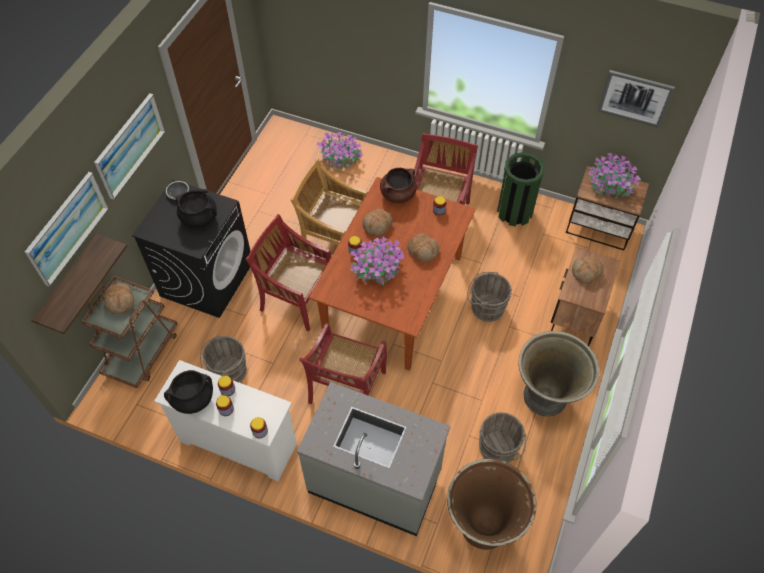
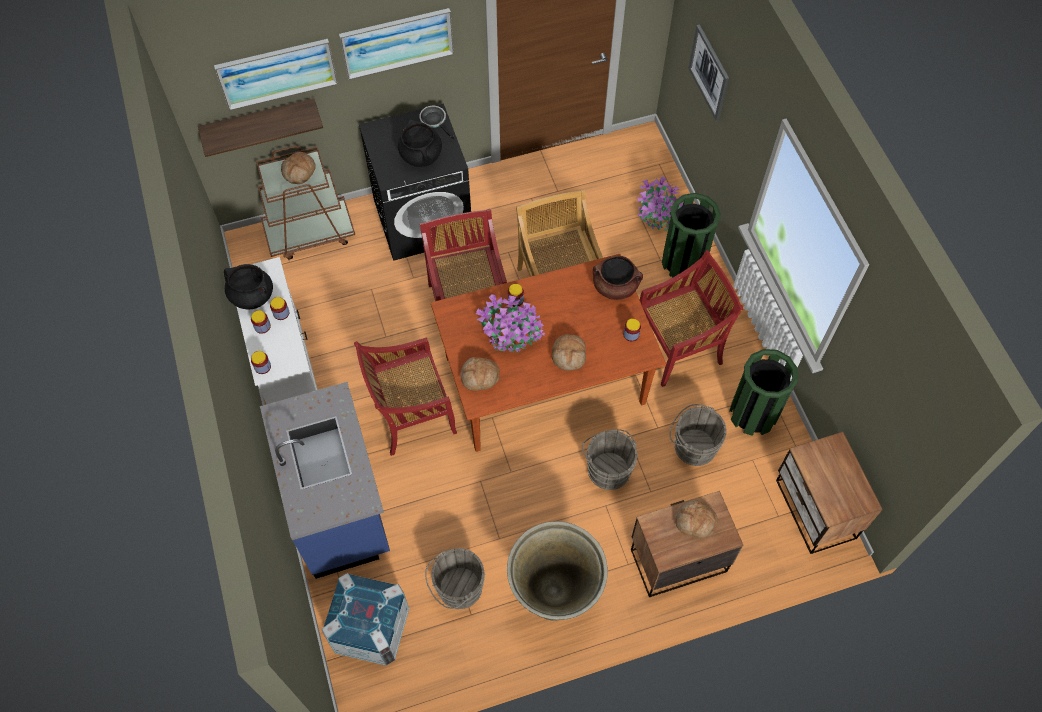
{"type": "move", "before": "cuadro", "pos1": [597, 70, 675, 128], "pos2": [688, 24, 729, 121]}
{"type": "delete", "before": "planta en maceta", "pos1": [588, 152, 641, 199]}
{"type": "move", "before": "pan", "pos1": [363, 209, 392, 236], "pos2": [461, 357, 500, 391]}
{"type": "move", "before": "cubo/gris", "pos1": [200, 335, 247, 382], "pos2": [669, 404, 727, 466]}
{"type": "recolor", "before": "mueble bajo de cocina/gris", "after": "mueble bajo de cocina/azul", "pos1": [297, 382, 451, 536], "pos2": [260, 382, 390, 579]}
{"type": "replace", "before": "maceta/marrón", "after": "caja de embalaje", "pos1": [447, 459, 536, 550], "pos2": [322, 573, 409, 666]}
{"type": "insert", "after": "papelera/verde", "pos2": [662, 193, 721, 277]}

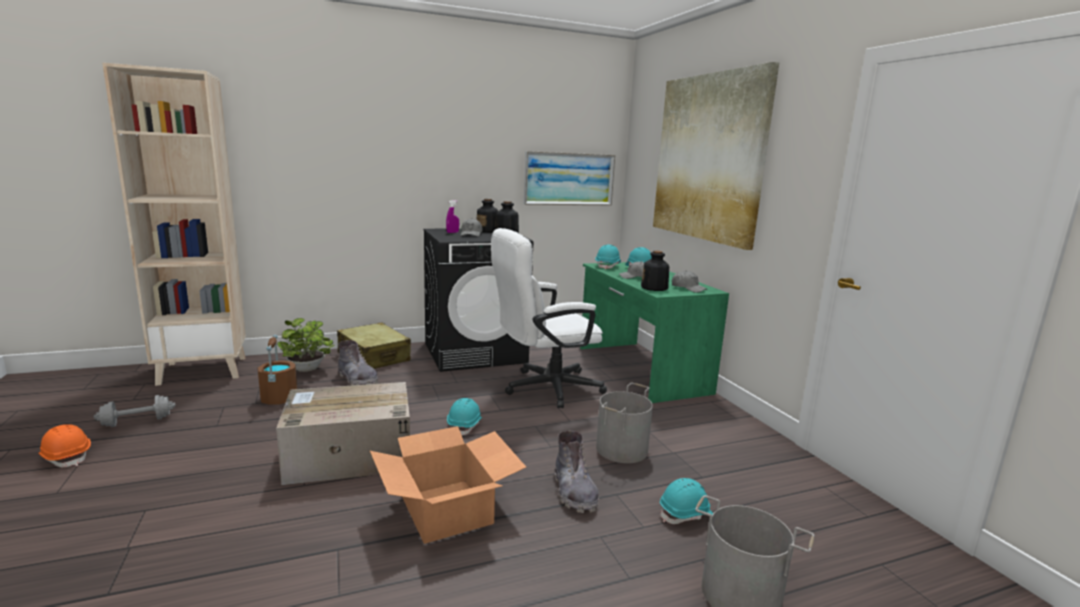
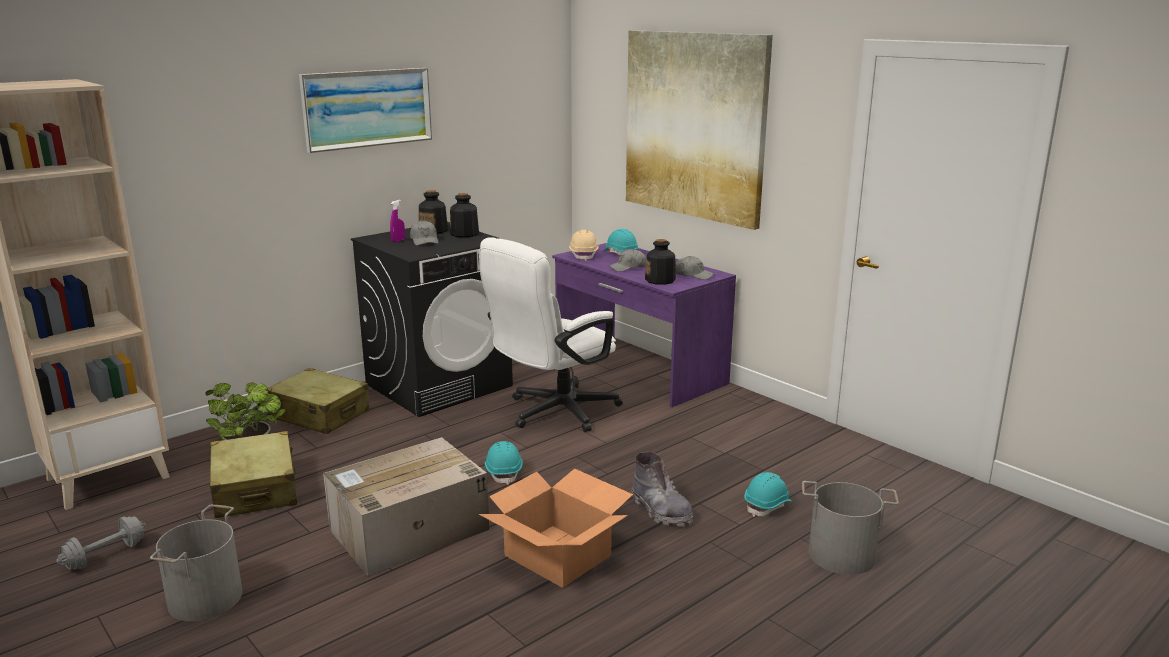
{"type": "move", "before": "cuadro", "pos1": [524, 151, 615, 205], "pos2": [299, 68, 432, 153]}
{"type": "recolor", "before": "casco/turquesa", "after": "casco/beis", "pos1": [595, 244, 621, 270], "pos2": [569, 230, 599, 261]}
{"type": "recolor", "before": "escritorio/verde", "after": "escritorio/morado", "pos1": [580, 262, 729, 403], "pos2": [552, 243, 736, 407]}
{"type": "replace", "before": "cubo/marrón", "after": "maleta/beis", "pos1": [258, 335, 297, 405], "pos2": [210, 431, 298, 518]}
{"type": "delete", "before": "bota/gris", "pos1": [338, 340, 378, 386]}
{"type": "move", "before": "cubo/gris", "pos1": [596, 383, 653, 463], "pos2": [150, 505, 242, 621]}
{"type": "delete", "before": "casco/naranja", "pos1": [38, 424, 91, 467]}

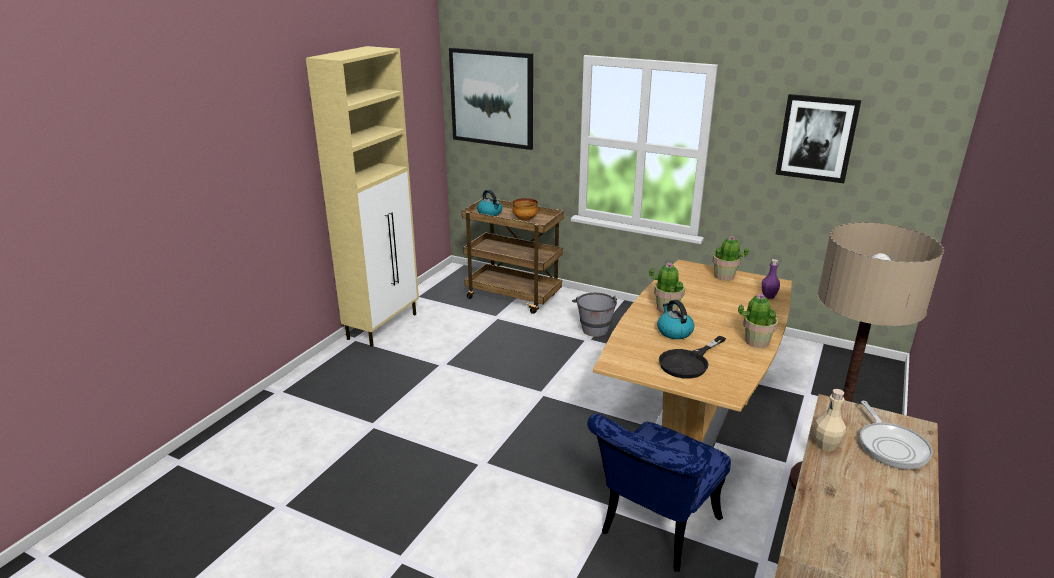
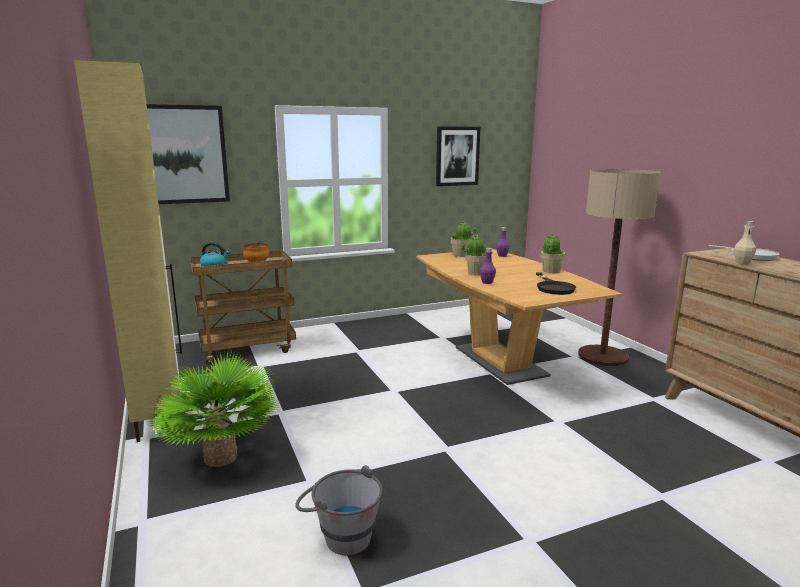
{"type": "move", "before": "cubo/gris", "pos1": [572, 293, 617, 337], "pos2": [295, 465, 383, 555]}
{"type": "delete", "before": "hervidor", "pos1": [657, 300, 694, 339]}
{"type": "delete", "before": "silla/azul", "pos1": [587, 414, 731, 572]}
{"type": "insert", "after": "botella/morado", "pos2": [480, 248, 496, 284]}
{"type": "insert", "after": "planta en maceta", "pos2": [146, 350, 279, 467]}

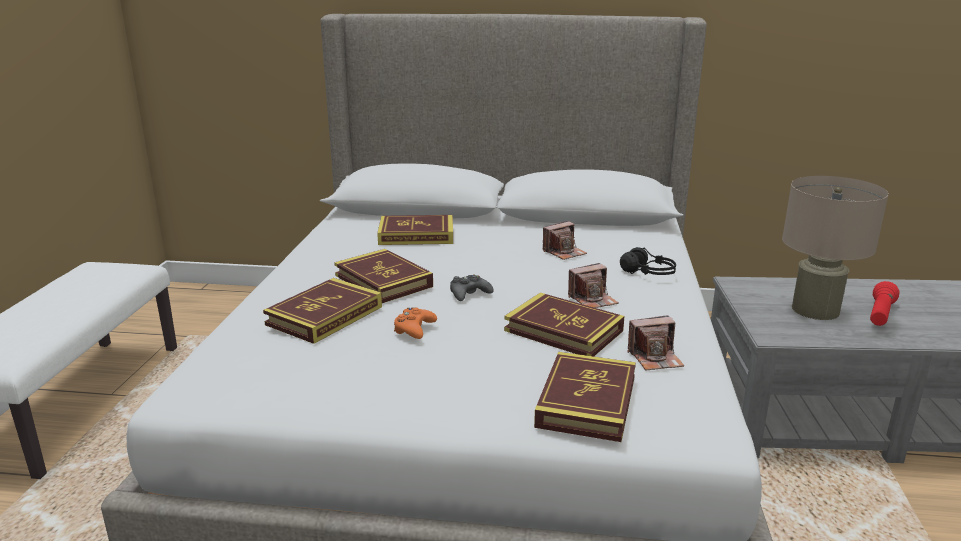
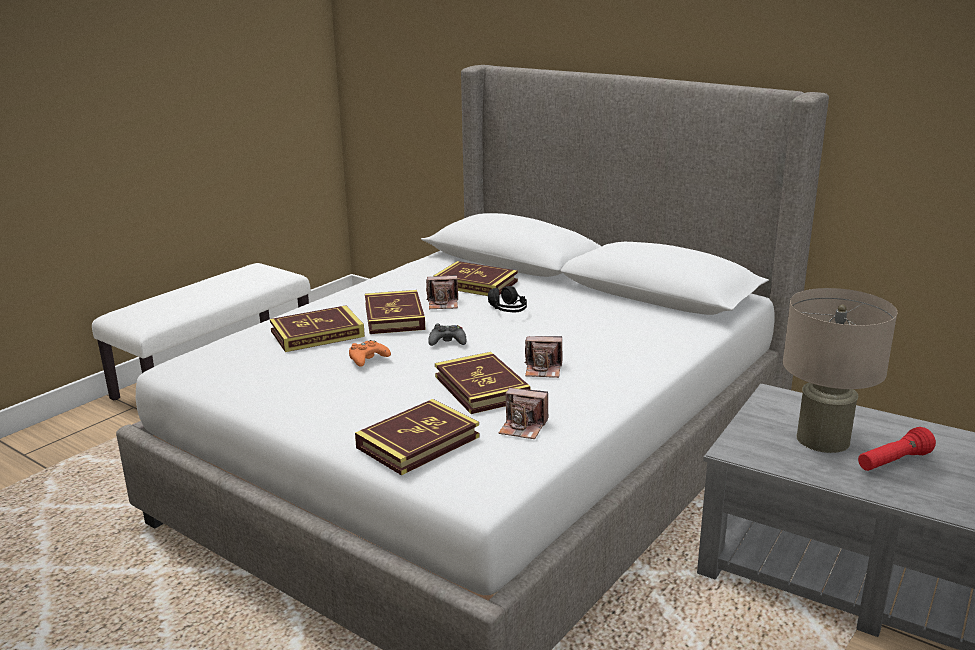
{"type": "move", "before": "cámara", "pos1": [543, 221, 587, 260], "pos2": [426, 275, 458, 309]}
{"type": "move", "before": "auriculares/negro", "pos1": [620, 247, 676, 275], "pos2": [488, 286, 527, 312]}

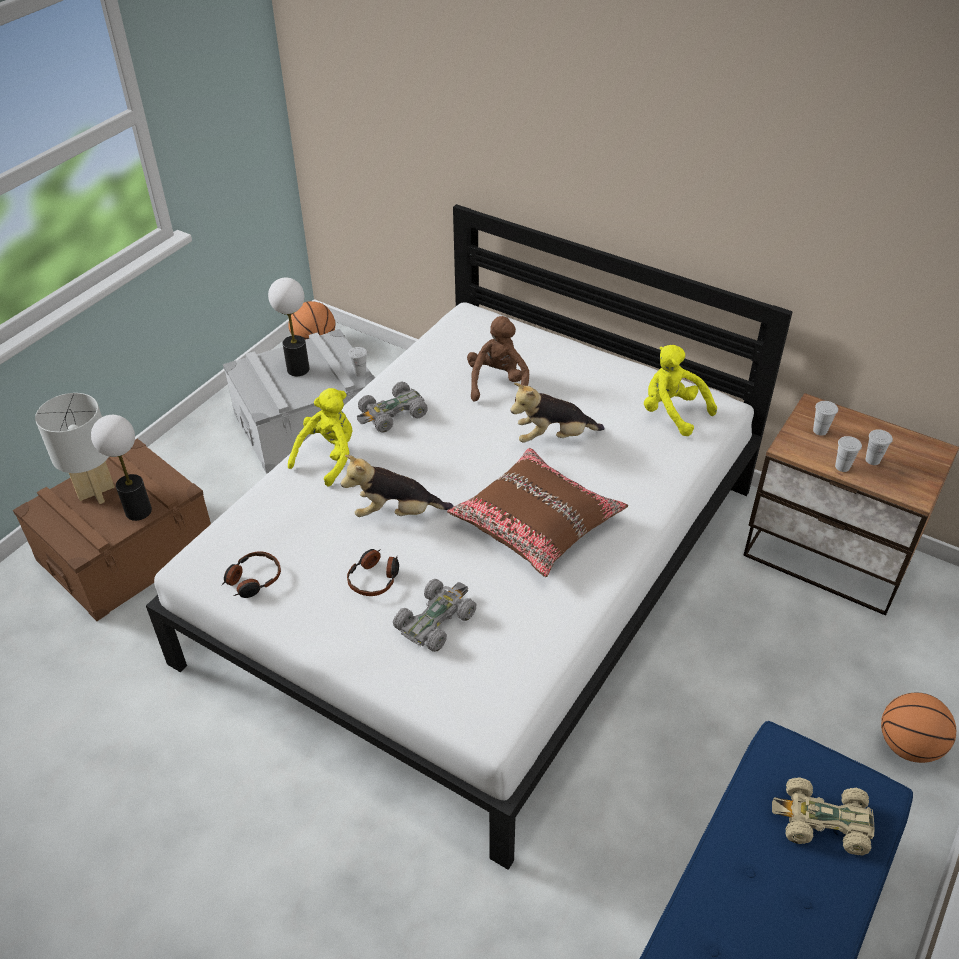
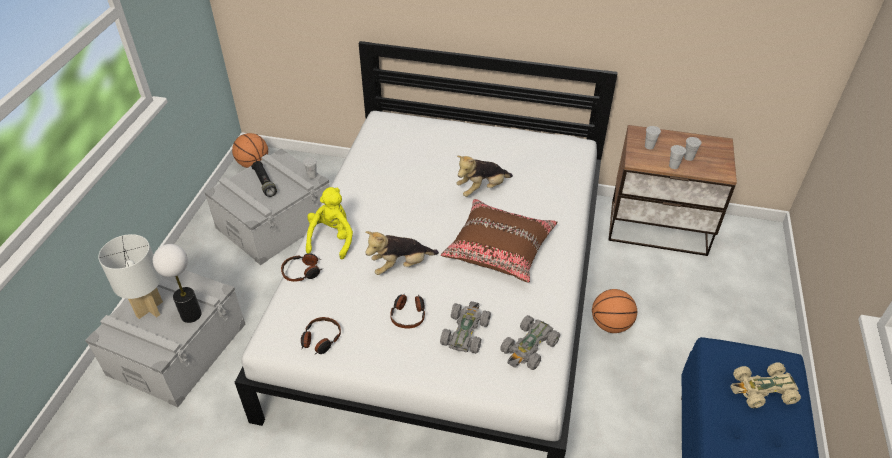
{"type": "replace", "before": "lámpara de mesa", "after": "linterna/negro", "pos1": [268, 277, 310, 376], "pos2": [251, 161, 277, 197]}
{"type": "delete", "before": "peluche/marrón", "pos1": [467, 316, 529, 402]}
{"type": "delete", "before": "peluche/amarillo", "pos1": [644, 345, 717, 436]}
{"type": "move", "before": "coche de juguete/gris", "pos1": [357, 381, 428, 433], "pos2": [500, 315, 561, 370]}
{"type": "recolor", "before": "caja de almacenaje/marrón", "after": "caja de almacenaje/gris", "pos1": [13, 439, 211, 621], "pos2": [85, 270, 245, 407]}
{"type": "move", "before": "balón de baloncesto", "pos1": [881, 693, 956, 763], "pos2": [592, 289, 637, 333]}
{"type": "insert", "after": "auriculares", "pos2": [281, 253, 322, 282]}

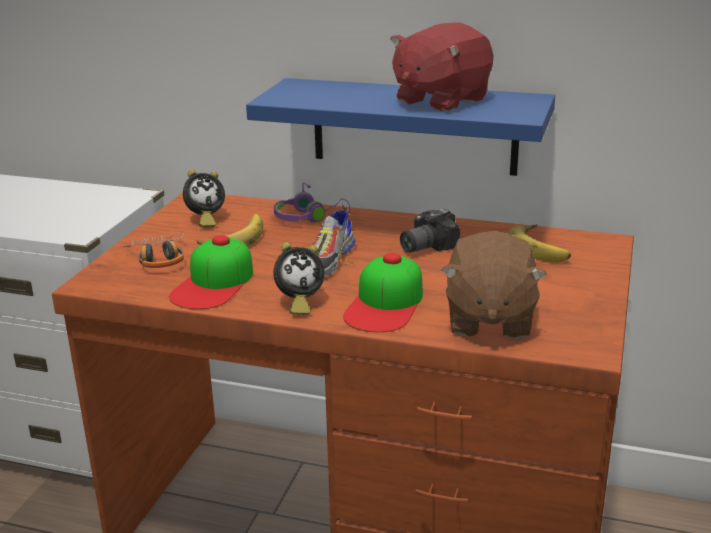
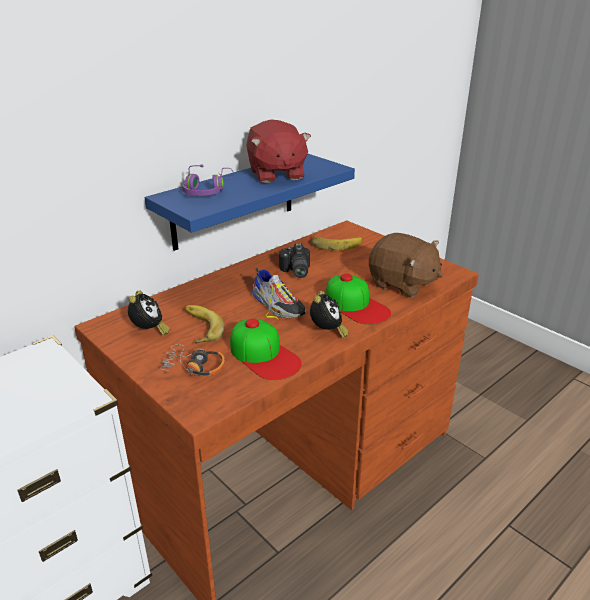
{"type": "move", "before": "auriculares/morado", "pos1": [274, 183, 350, 222], "pos2": [182, 164, 234, 196]}

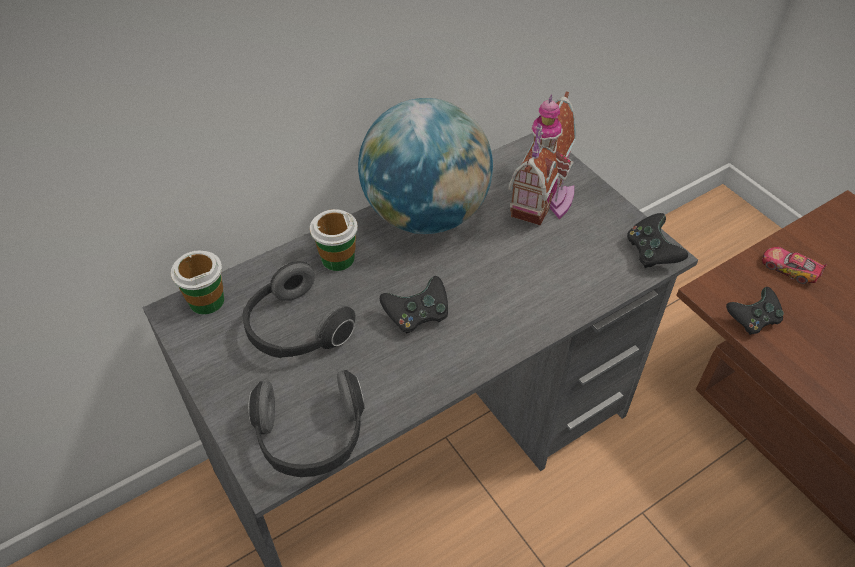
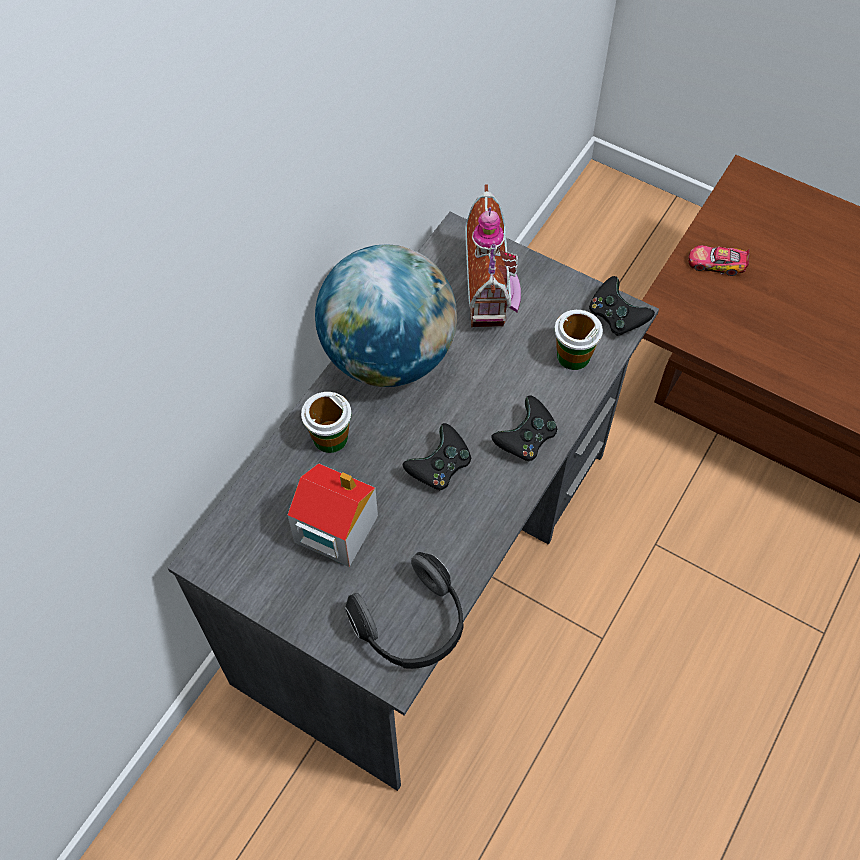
{"type": "move", "before": "taza", "pos1": [171, 251, 224, 315], "pos2": [555, 310, 603, 370]}
{"type": "replace", "before": "auriculares", "after": "casita", "pos1": [243, 261, 356, 358], "pos2": [288, 463, 378, 567]}
{"type": "move", "before": "mando de consola/negro", "pos1": [726, 287, 784, 335], "pos2": [491, 396, 557, 461]}

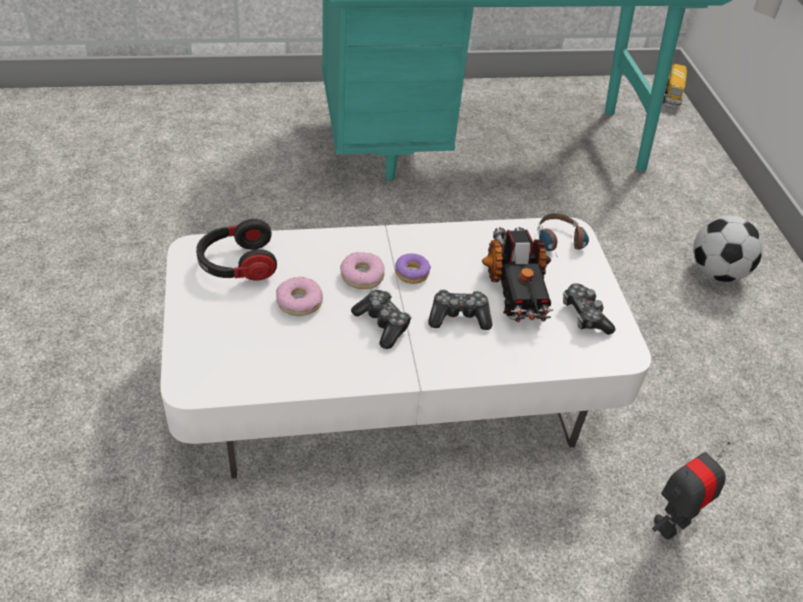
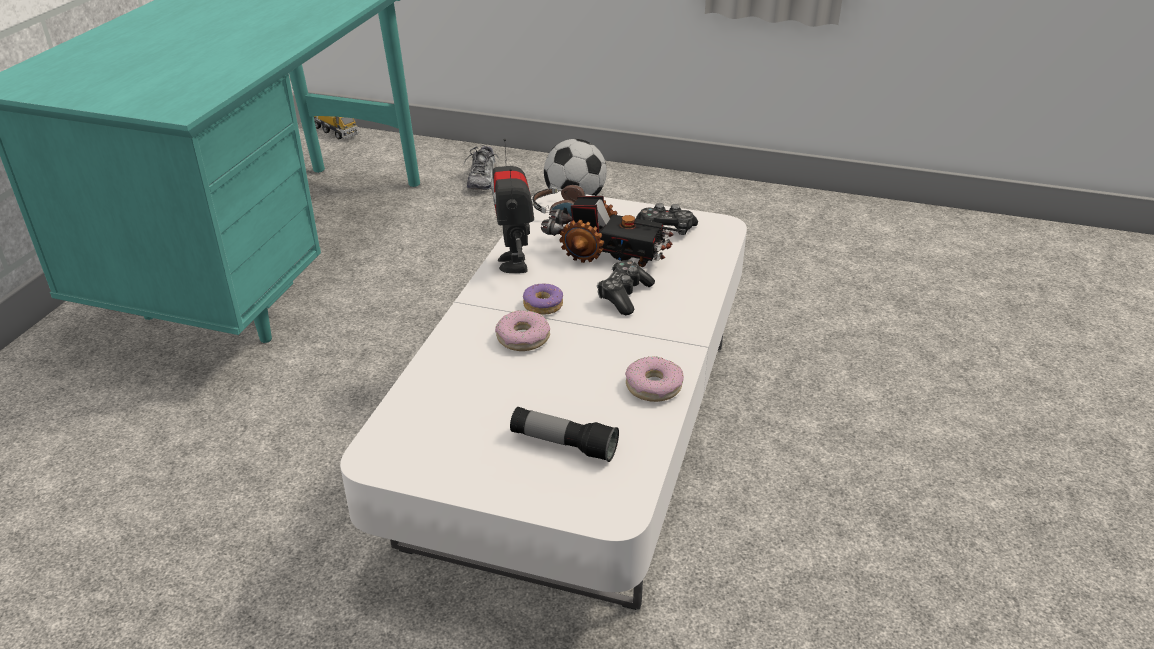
{"type": "delete", "before": "auriculares", "pos1": [196, 219, 277, 280]}
{"type": "move", "before": "rosquilla", "pos1": [276, 277, 323, 316], "pos2": [625, 357, 684, 402]}
{"type": "delete", "before": "mando de consola", "pos1": [351, 290, 411, 349]}
{"type": "move", "before": "robot de juguete", "pos1": [652, 442, 730, 540], "pos2": [491, 138, 534, 273]}
{"type": "insert", "after": "zapato", "pos2": [464, 145, 499, 190]}
{"type": "insert", "after": "linterna", "pos2": [510, 407, 619, 462]}

